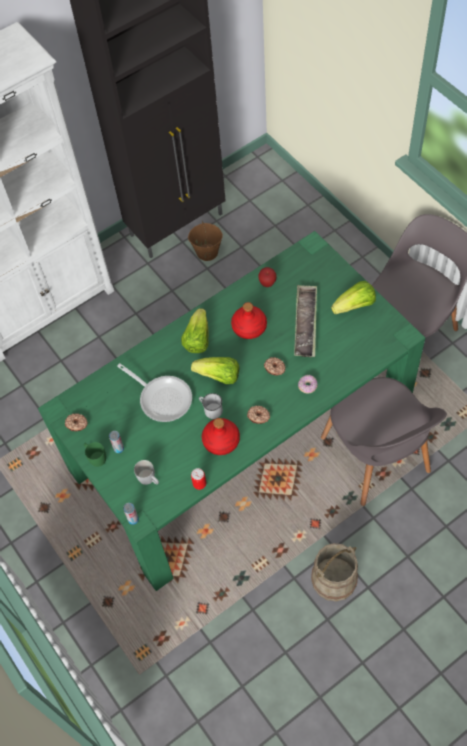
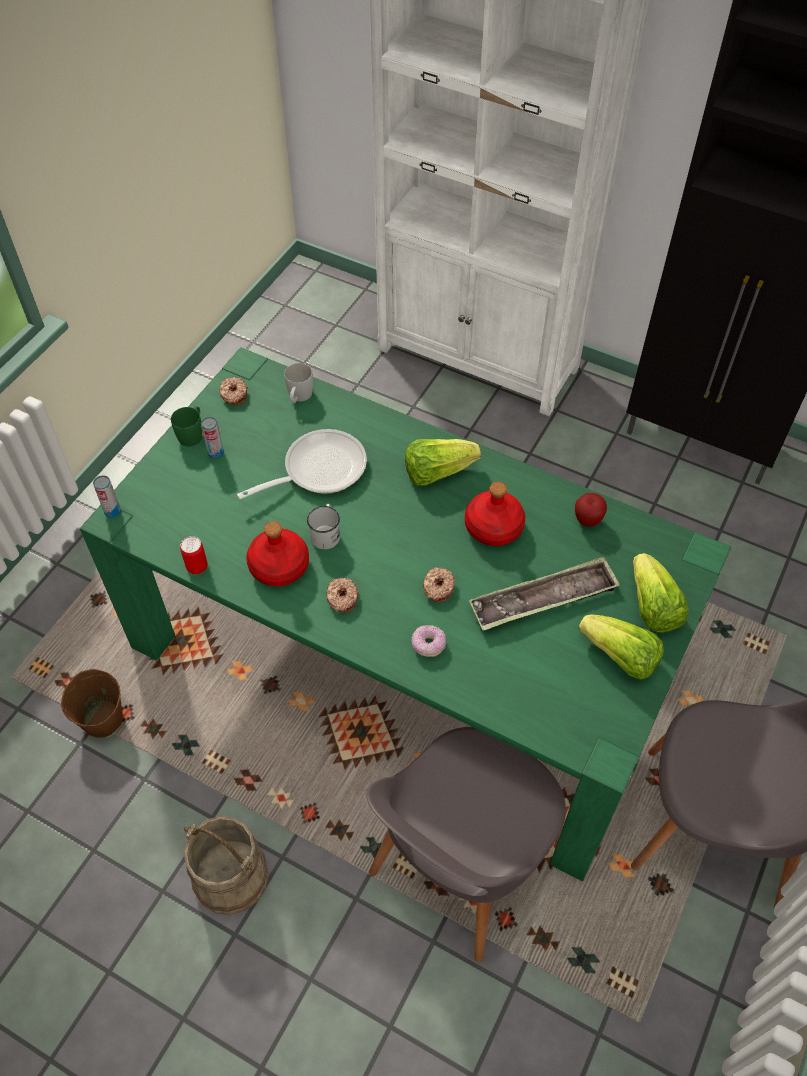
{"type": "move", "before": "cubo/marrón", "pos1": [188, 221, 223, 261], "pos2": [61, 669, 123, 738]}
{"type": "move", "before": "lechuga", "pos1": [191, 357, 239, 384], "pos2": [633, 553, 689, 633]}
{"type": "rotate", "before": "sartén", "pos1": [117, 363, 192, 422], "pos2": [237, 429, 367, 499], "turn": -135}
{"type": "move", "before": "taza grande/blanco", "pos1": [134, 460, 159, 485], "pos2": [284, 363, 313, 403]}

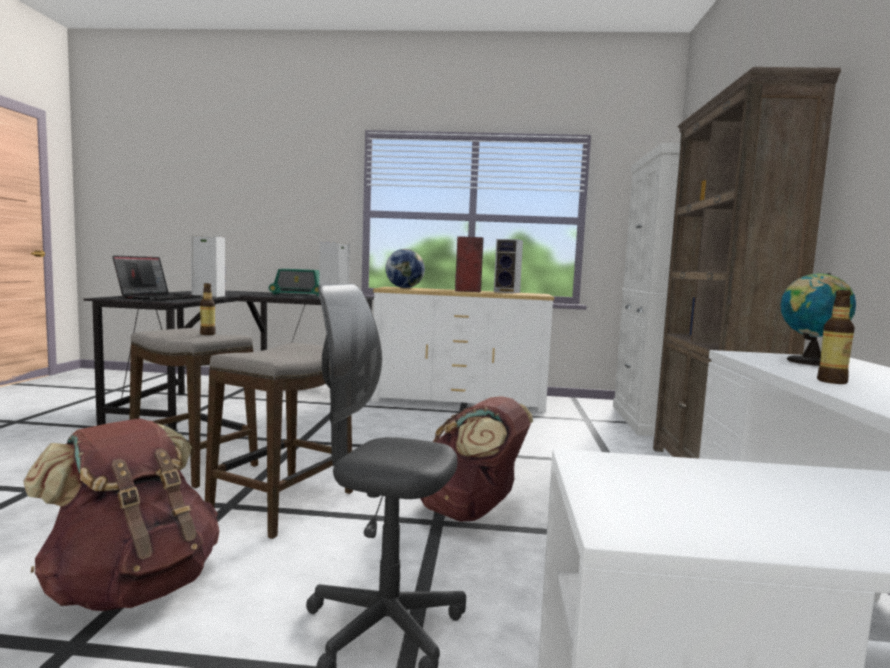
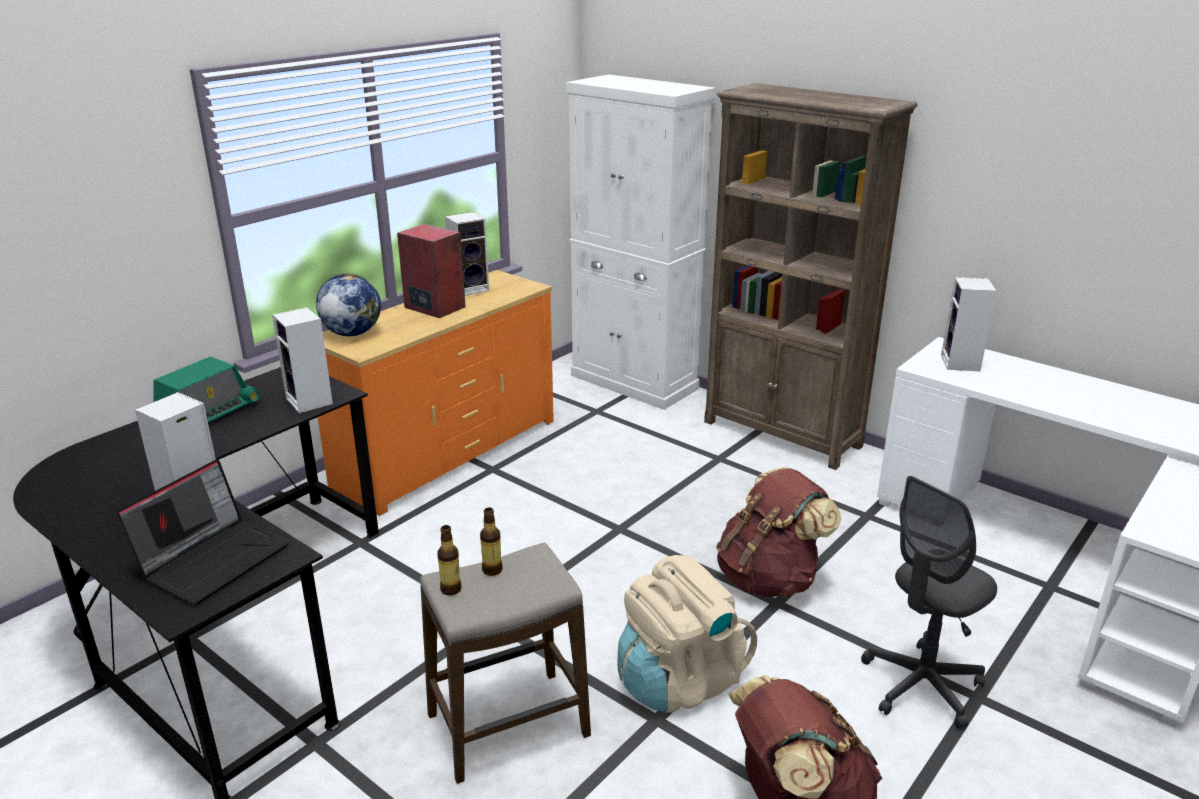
{"type": "rotate", "before": "portátil", "pos1": [112, 256, 200, 301], "pos2": [116, 459, 289, 605], "turn": 75}
{"type": "replace", "before": "globo terráqueo", "after": "altavoz", "pos1": [780, 273, 856, 366], "pos2": [941, 277, 996, 371]}
{"type": "recolor", "before": "cómoda/blanco", "after": "cómoda/naranja", "pos1": [371, 287, 554, 413], "pos2": [318, 270, 554, 516]}
{"type": "move", "before": "botella", "pos1": [817, 290, 855, 384], "pos2": [437, 525, 462, 595]}
{"type": "replace", "before": "taburete", "after": "mochila/beis", "pos1": [205, 343, 353, 539], "pos2": [617, 555, 757, 712]}

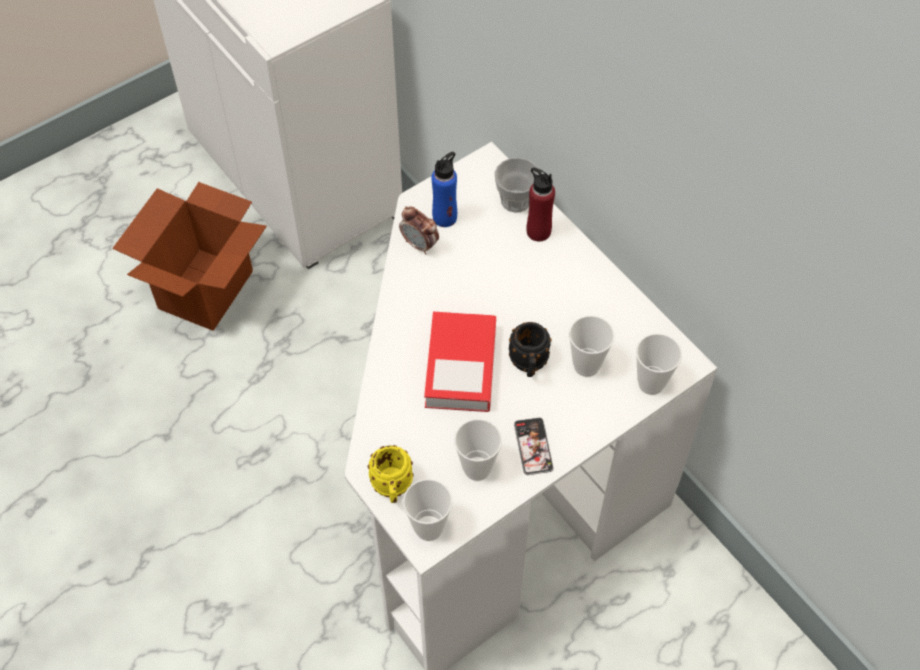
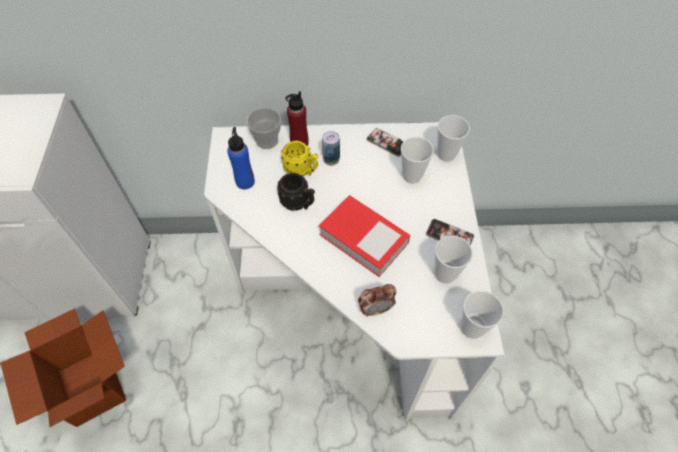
{"type": "move", "before": "despertador", "pos1": [399, 206, 439, 255], "pos2": [358, 284, 396, 317]}
{"type": "move", "before": "taza grande/negro", "pos1": [509, 322, 552, 377], "pos2": [277, 173, 315, 211]}
{"type": "move", "before": "taza grande/amarillo", "pos1": [368, 445, 413, 503], "pos2": [281, 141, 318, 177]}
{"type": "insert", "after": "móvil", "pos2": [366, 128, 404, 157]}
{"type": "insert", "after": "lata", "pos2": [322, 131, 340, 166]}

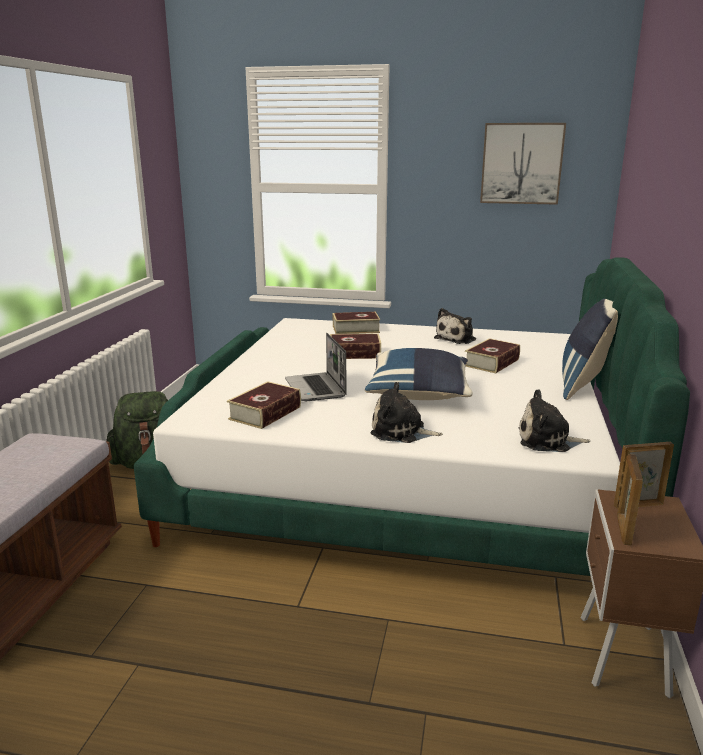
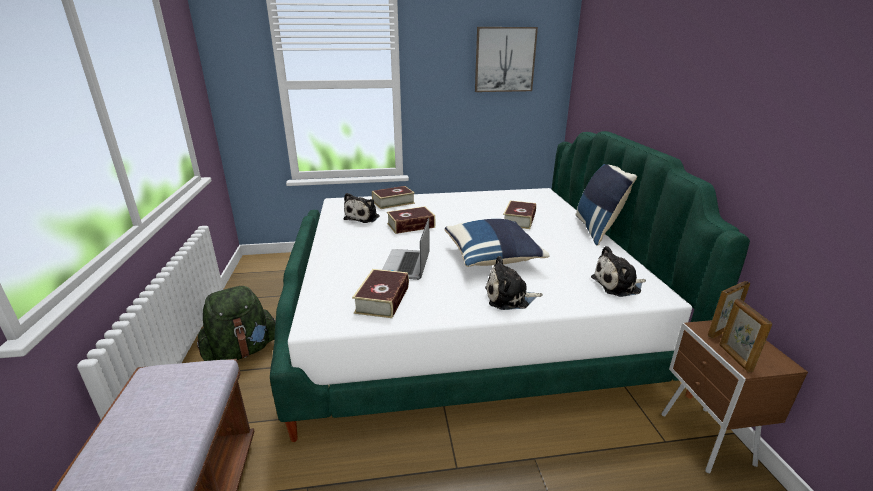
{"type": "move", "before": "peluche", "pos1": [434, 308, 476, 344], "pos2": [344, 193, 380, 223]}
{"type": "rotate", "before": "portátil", "pos1": [285, 333, 346, 401], "pos2": [382, 218, 430, 280], "turn": 45}

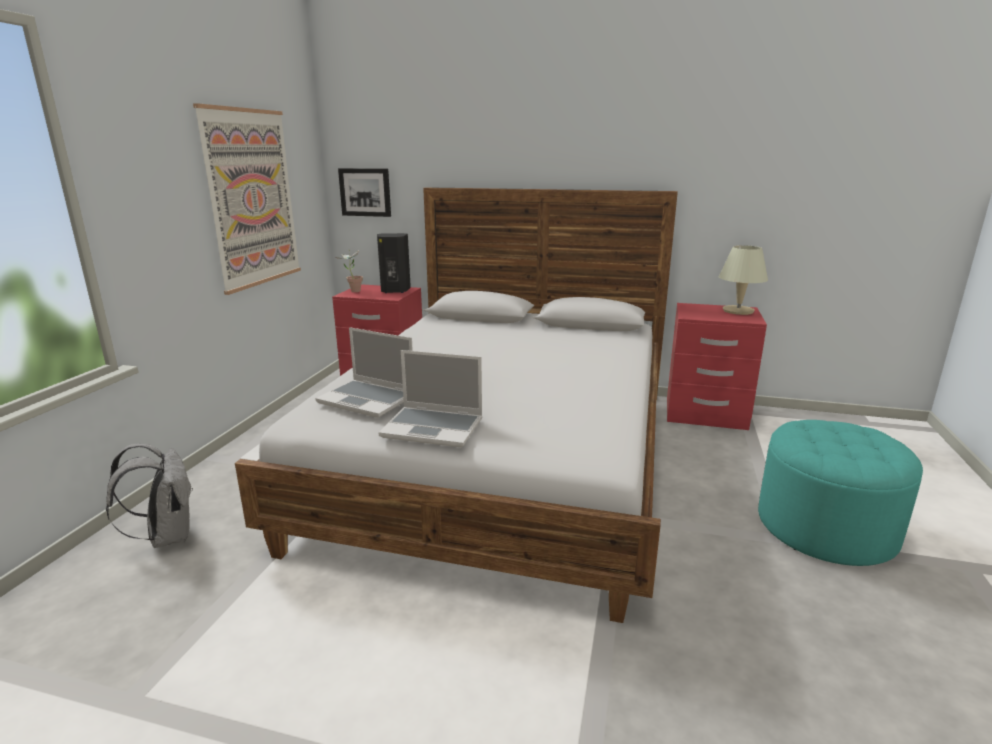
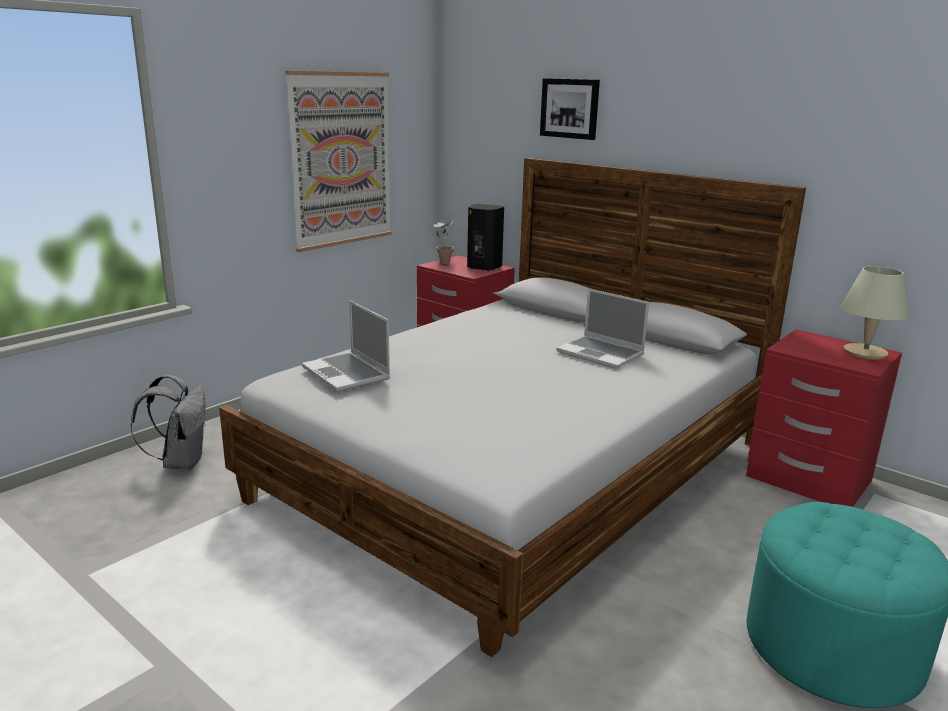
{"type": "move", "before": "cuadro", "pos1": [338, 168, 391, 217], "pos2": [540, 78, 600, 140]}
{"type": "move", "before": "portátil", "pos1": [378, 350, 483, 447], "pos2": [557, 288, 649, 369]}

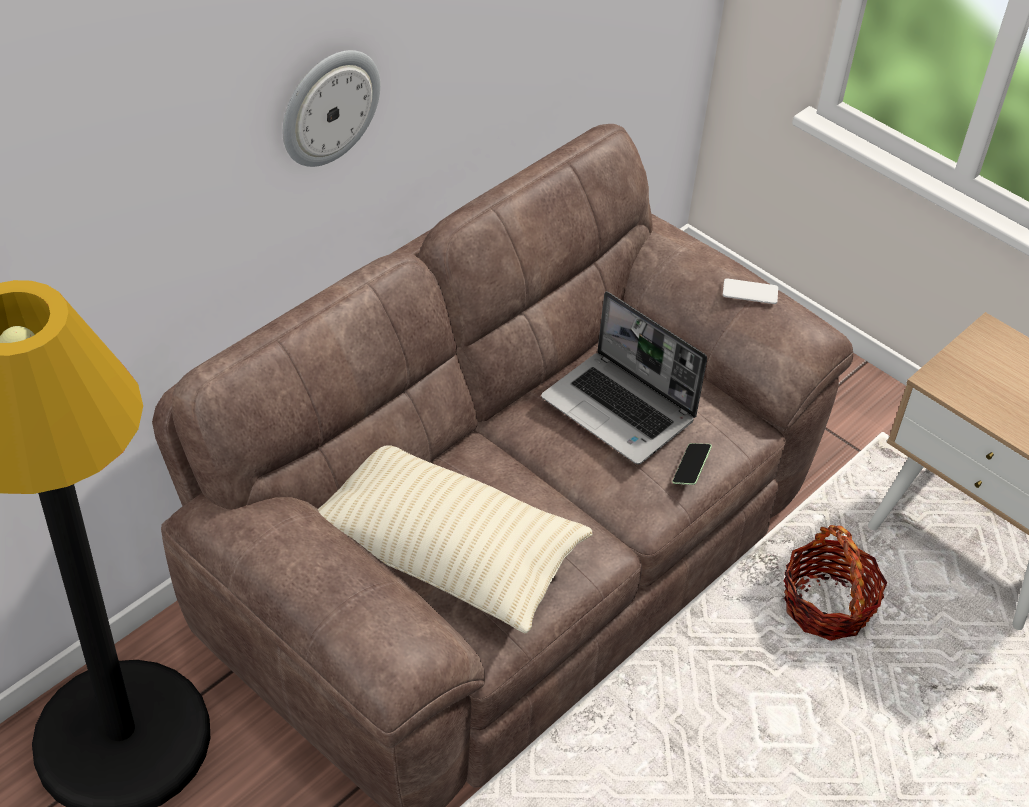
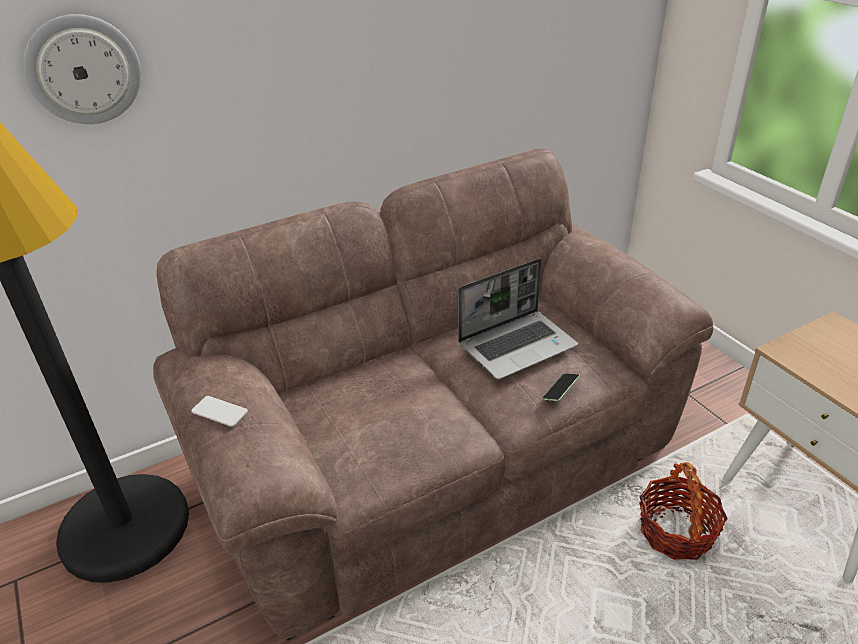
{"type": "move", "before": "reloj de pared", "pos1": [283, 50, 380, 167], "pos2": [23, 14, 141, 124]}
{"type": "move", "before": "móvil", "pos1": [723, 278, 778, 304], "pos2": [191, 396, 248, 427]}
{"type": "rotate", "before": "portátil", "pos1": [541, 291, 707, 464], "pos2": [458, 258, 578, 380], "turn": -90}
{"type": "delete", "before": "cojín/beis", "pos1": [318, 445, 592, 634]}

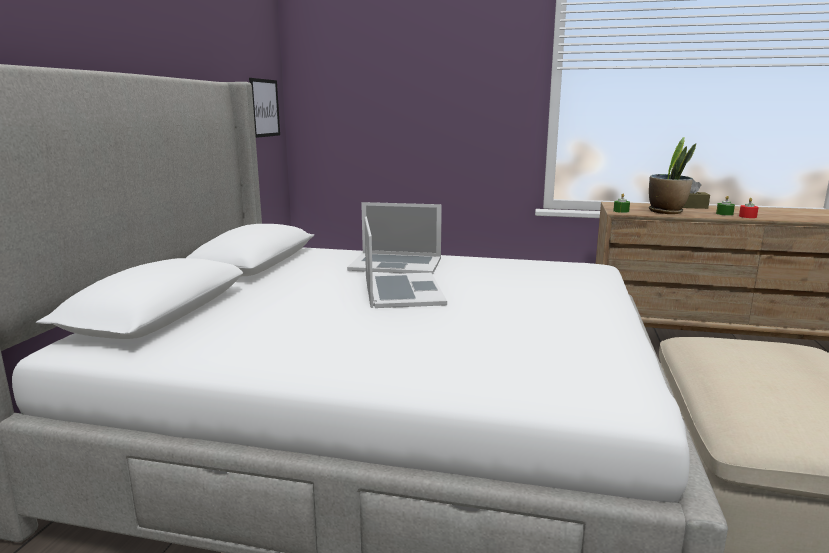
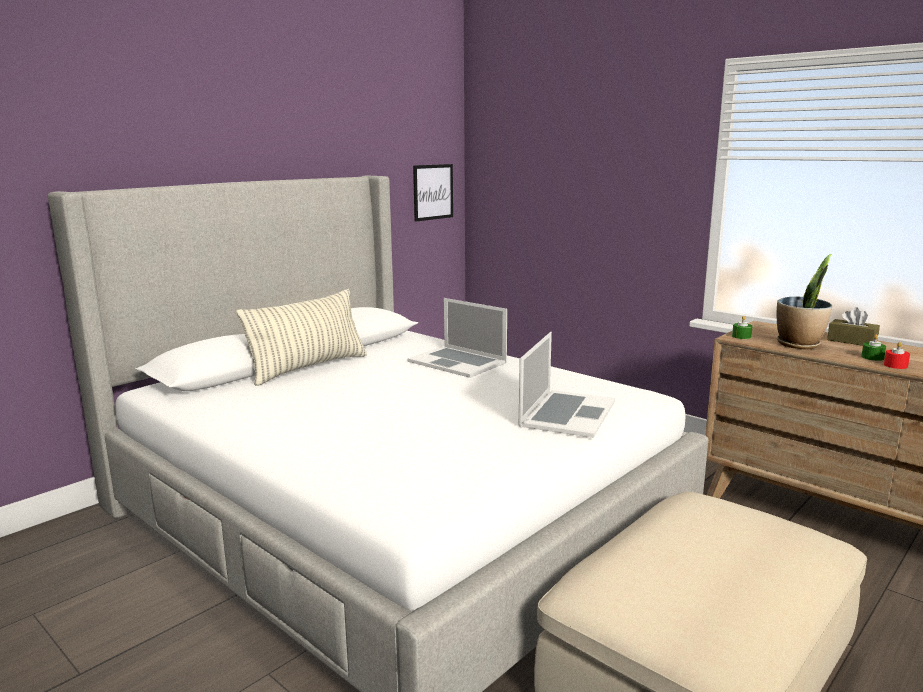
{"type": "move", "before": "portátil", "pos1": [364, 216, 447, 308], "pos2": [519, 332, 615, 438]}
{"type": "insert", "after": "cojín", "pos2": [236, 289, 367, 386]}

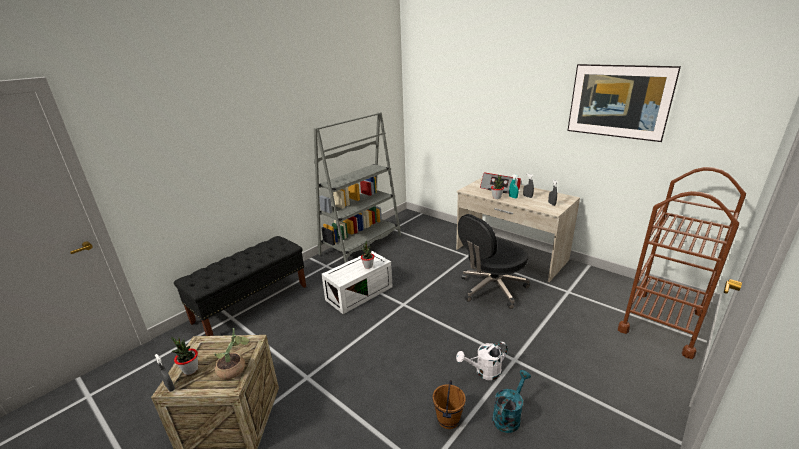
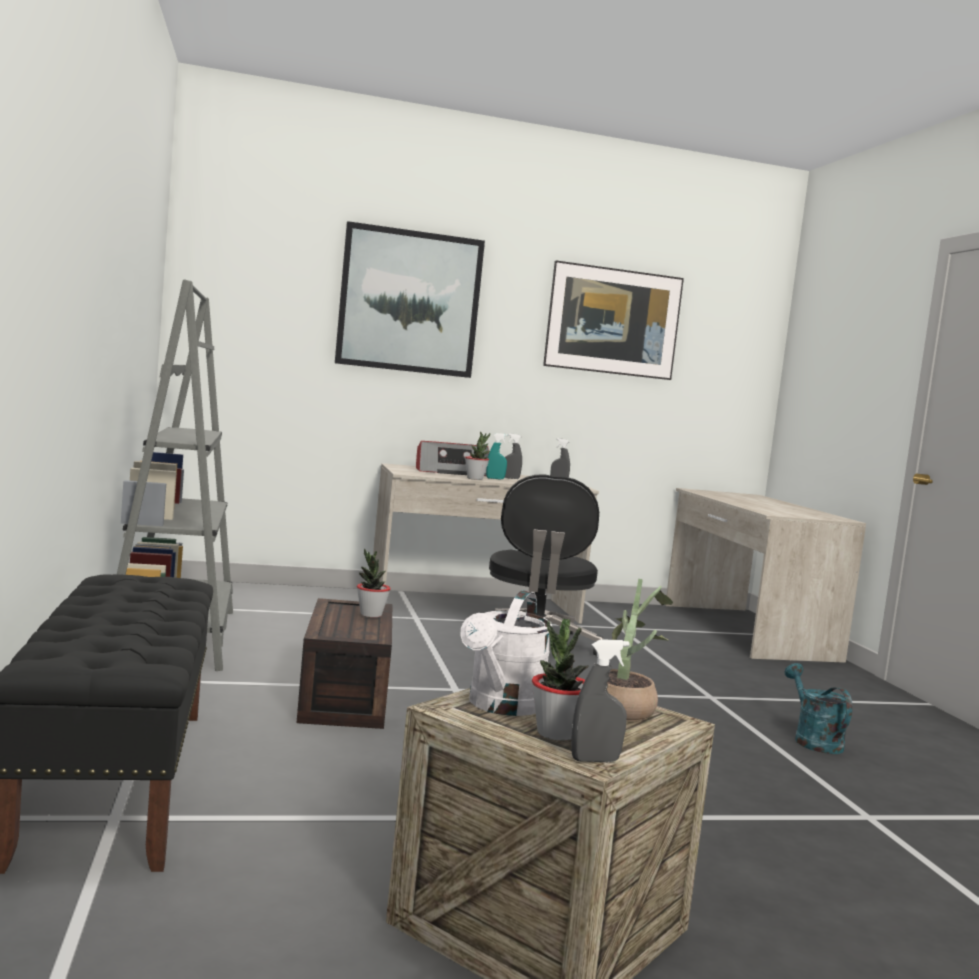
{"type": "replace", "before": "carrito/marrón", "after": "escritorio/beis", "pos1": [618, 167, 746, 359], "pos2": [665, 488, 866, 663]}
{"type": "recolor", "before": "caja de almacenaje/blanco", "after": "caja de almacenaje/marrón", "pos1": [321, 251, 393, 314], "pos2": [297, 598, 392, 729]}
{"type": "move", "before": "regadera/blanco", "pos1": [456, 342, 508, 380], "pos2": [460, 590, 552, 716]}
{"type": "delete", "before": "cubo/marrón", "pos1": [433, 380, 466, 429]}
{"type": "insert", "after": "cuadro", "pos2": [335, 221, 485, 378]}

